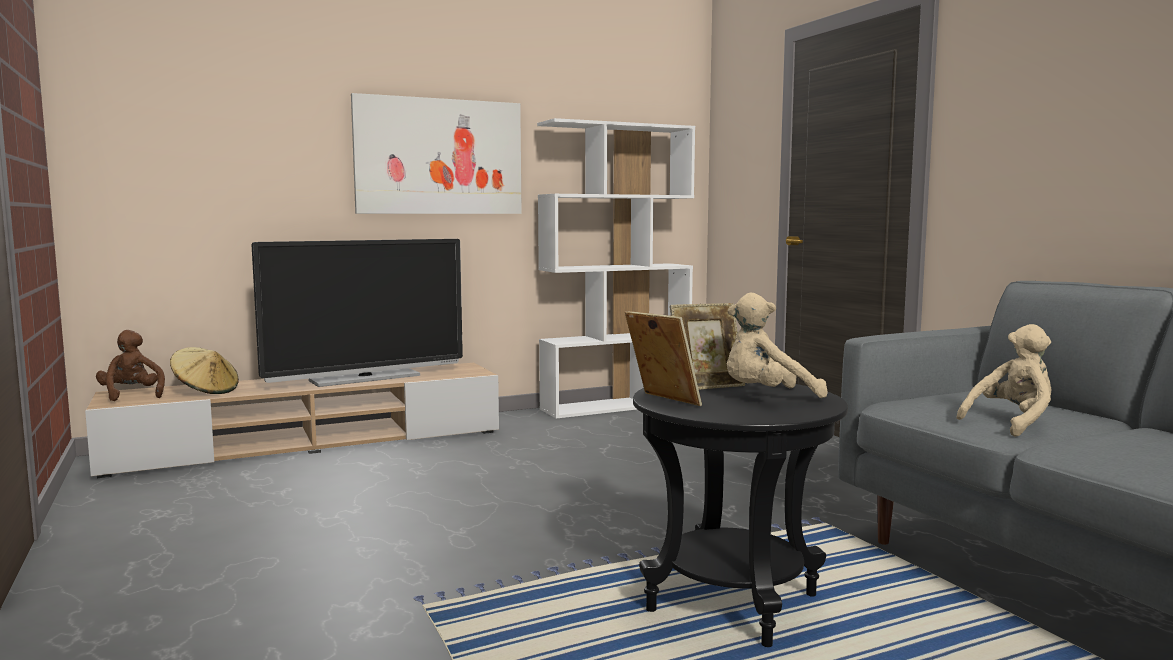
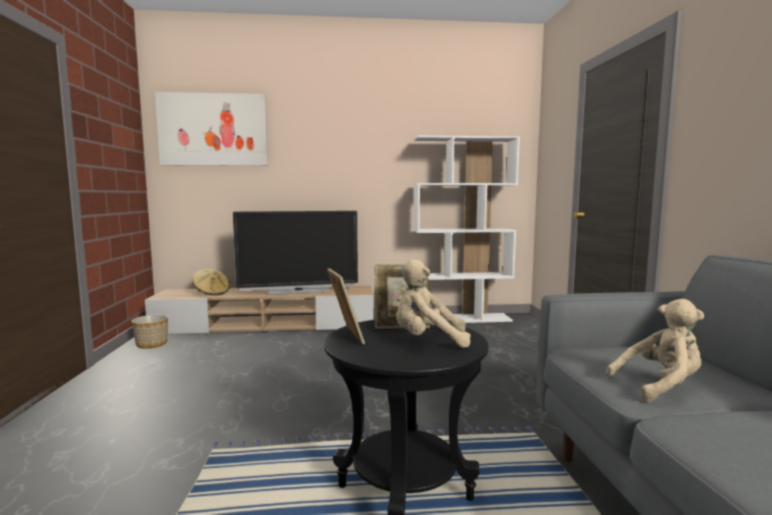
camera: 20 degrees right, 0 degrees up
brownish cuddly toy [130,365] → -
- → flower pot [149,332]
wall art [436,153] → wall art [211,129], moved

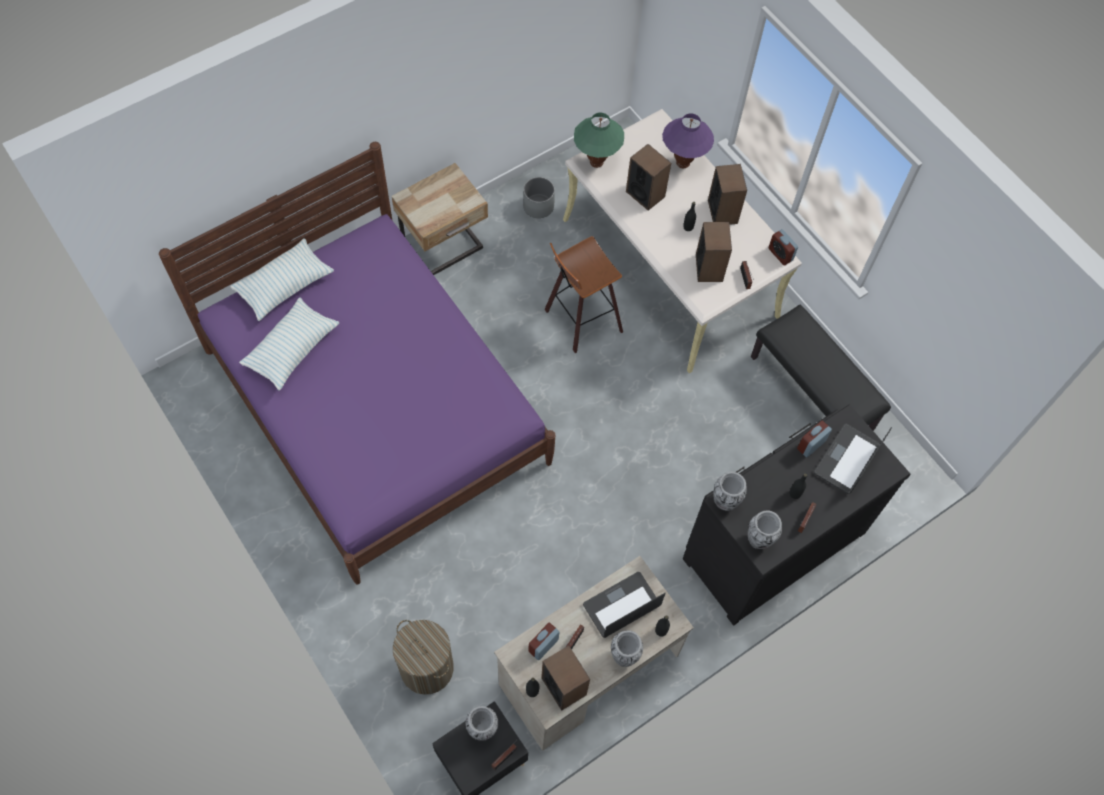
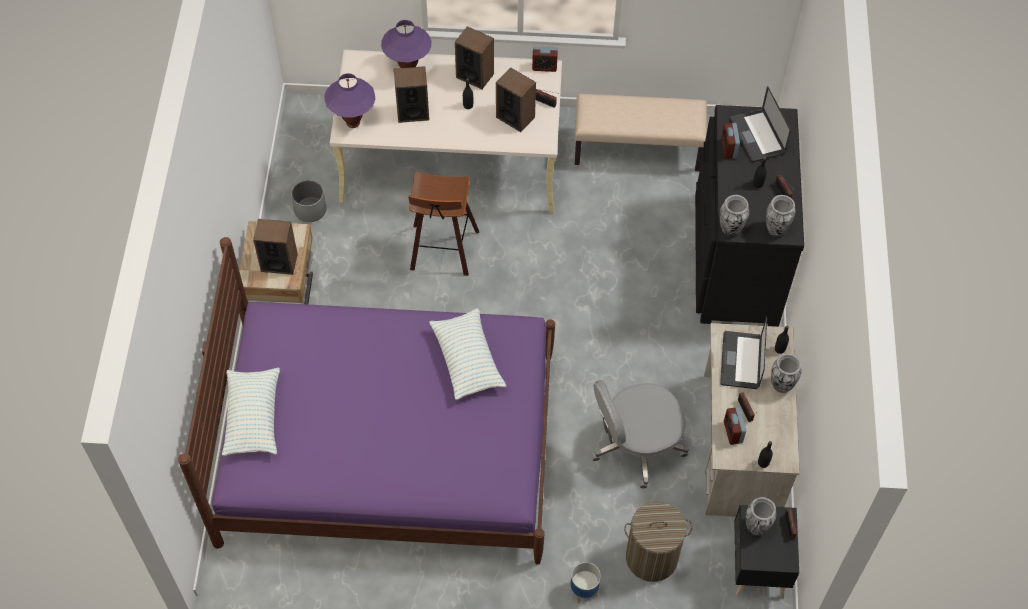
camera: 50 degrees left, 5 degrees down
- → flower pot [586,582]
- → gray computer chair [640,434]
cushion [289,344] → cushion [467,354], moved
audio speaker [565,678] → audio speaker [275,247], moved
green lamp for a table [599,140] → purple lamp for a table [350,100]
blackish indoor bench [821,368] → beige indoor bench [641,132]

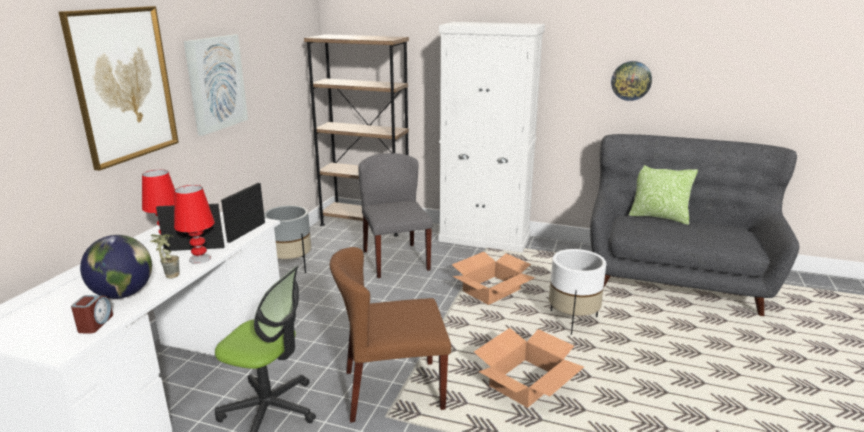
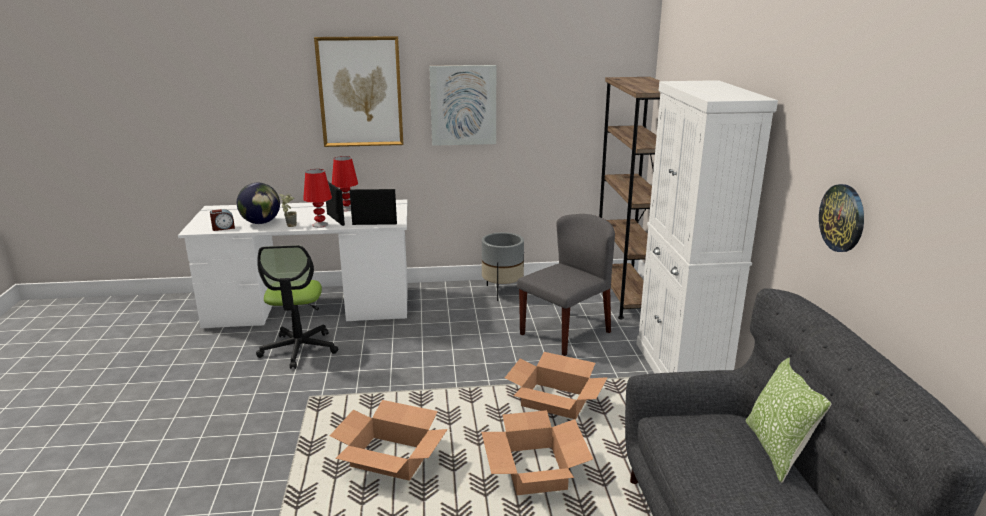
camera: 65 degrees right, 0 degrees up
brownish chair [390,335] → -
white-coloured flower pot [577,292] → packing box [537,452]

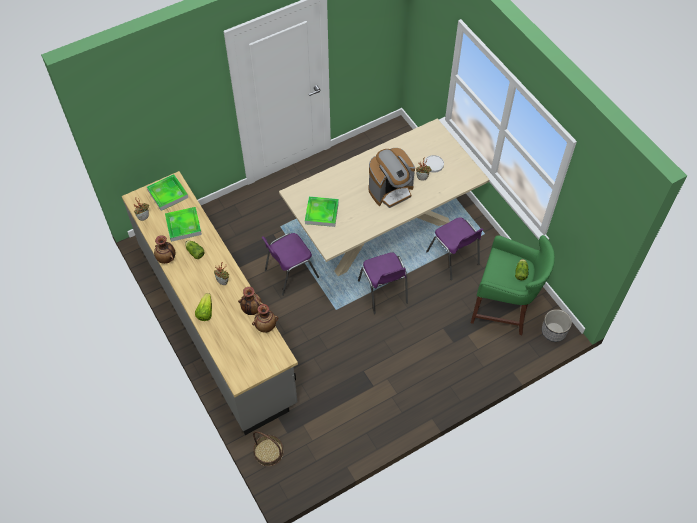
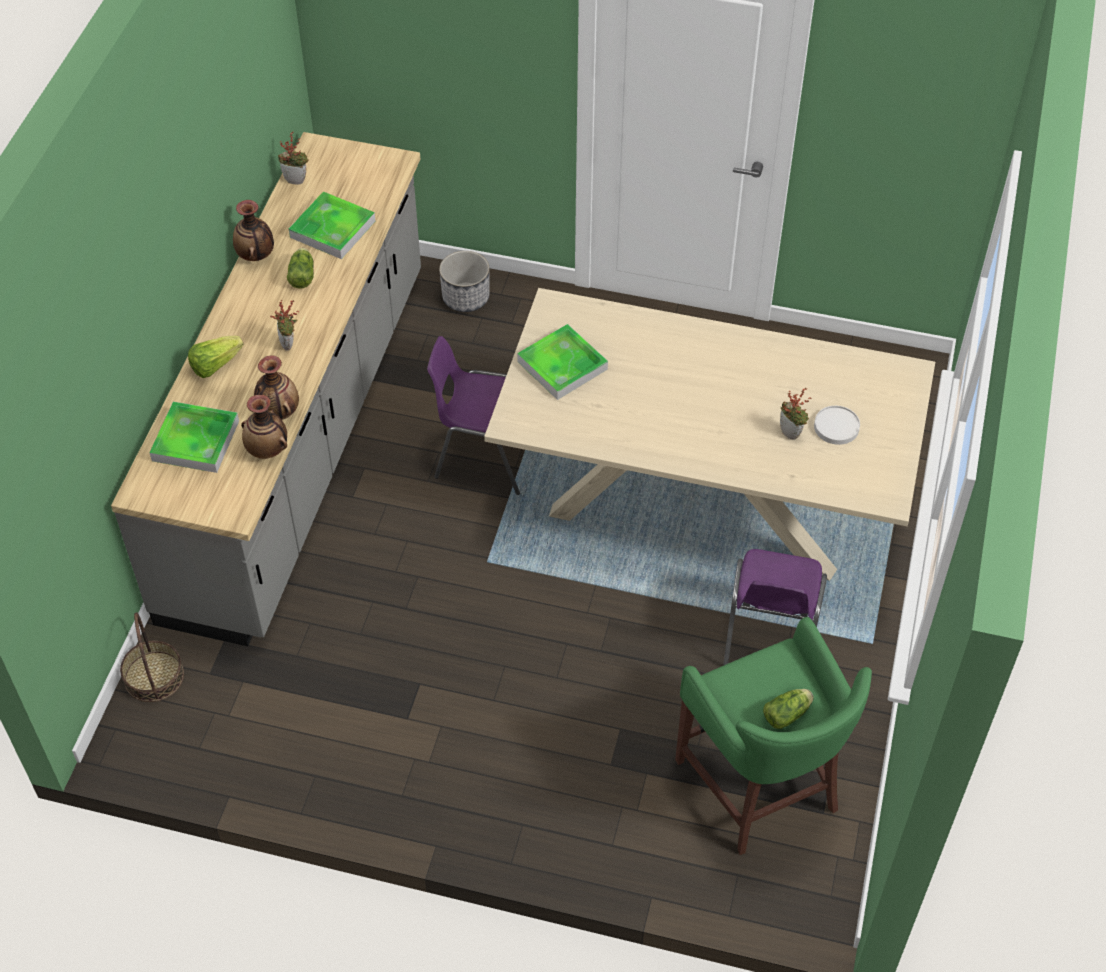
camera: 45 degrees right, 5 degrees down
purple chair [383,283] → -
coffee brewer [391,178] → -
serving tray [167,192] → serving tray [194,437], moved
flower pot [557,325] → flower pot [464,281], moved

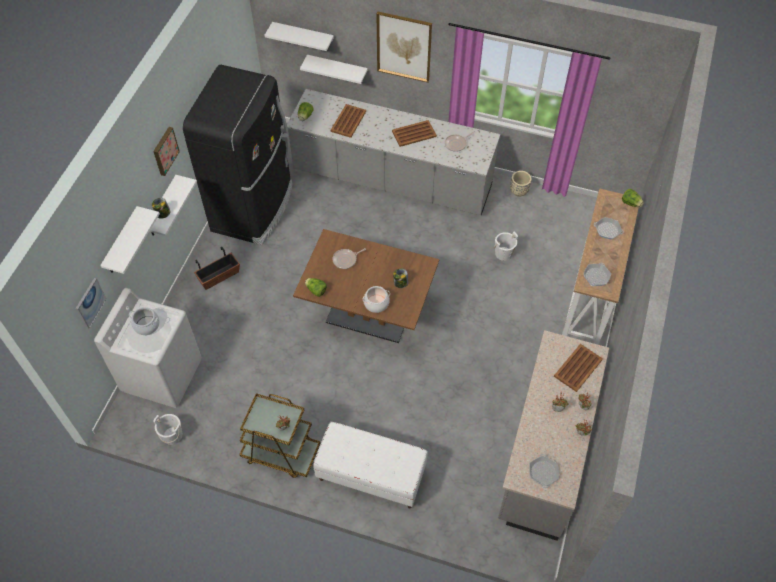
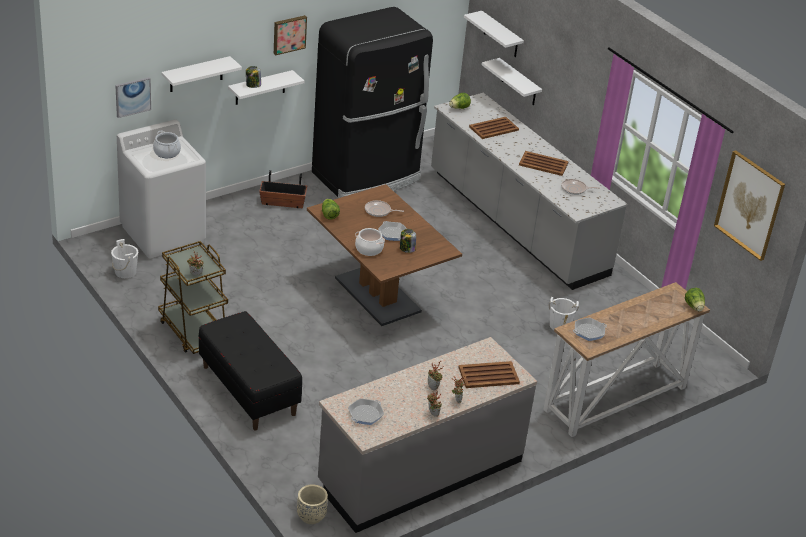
camera: 35 degrees right, 20 degrees down
wall art [404,47] → wall art [749,205], moved
beige flower pot [520,184] → beige flower pot [312,504], moved
pan [609,228] → pan [392,231], moved
white-coloured indoor bench [370,465] → blackish indoor bench [250,370]

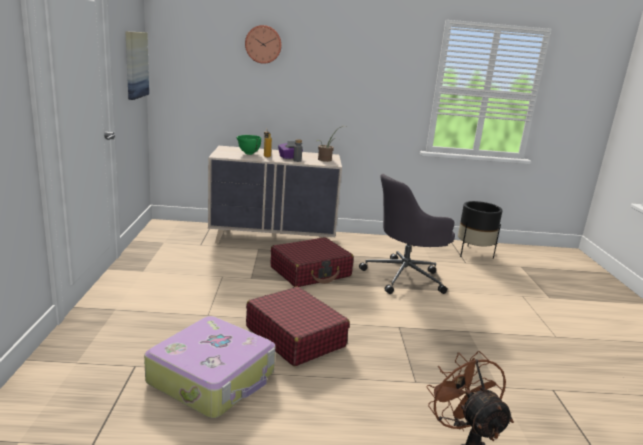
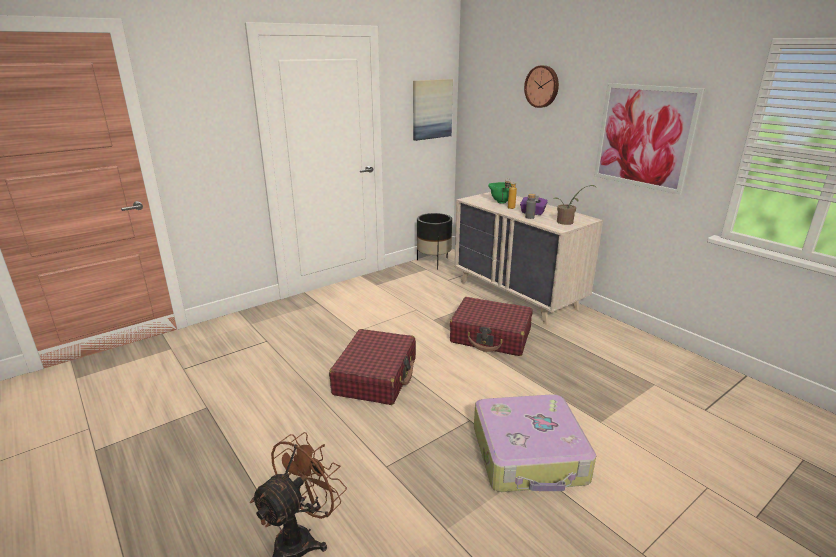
camera: 55 degrees right, 5 degrees up
gray computer chair [407,234] → -
- → wall art [649,139]
piece of luggage [210,367] → piece of luggage [535,443], moved
blackish flower pot [480,230] → blackish flower pot [434,241], moved

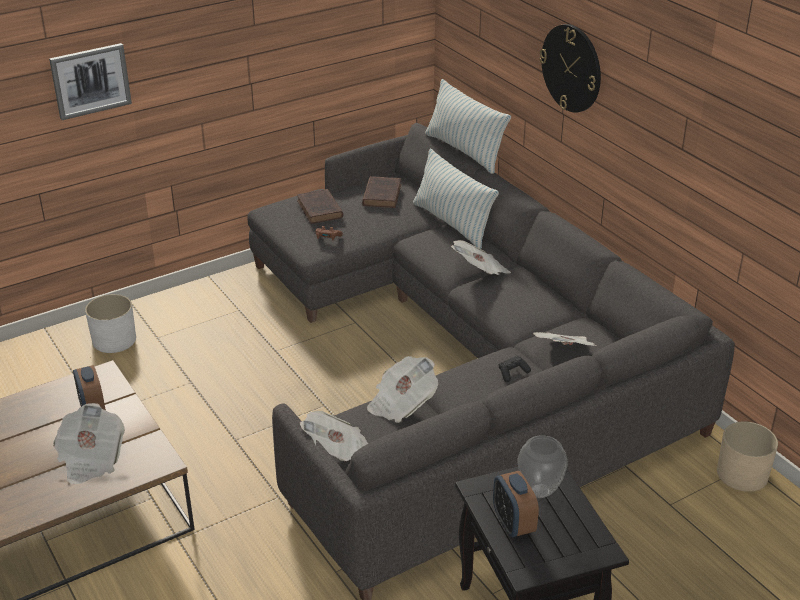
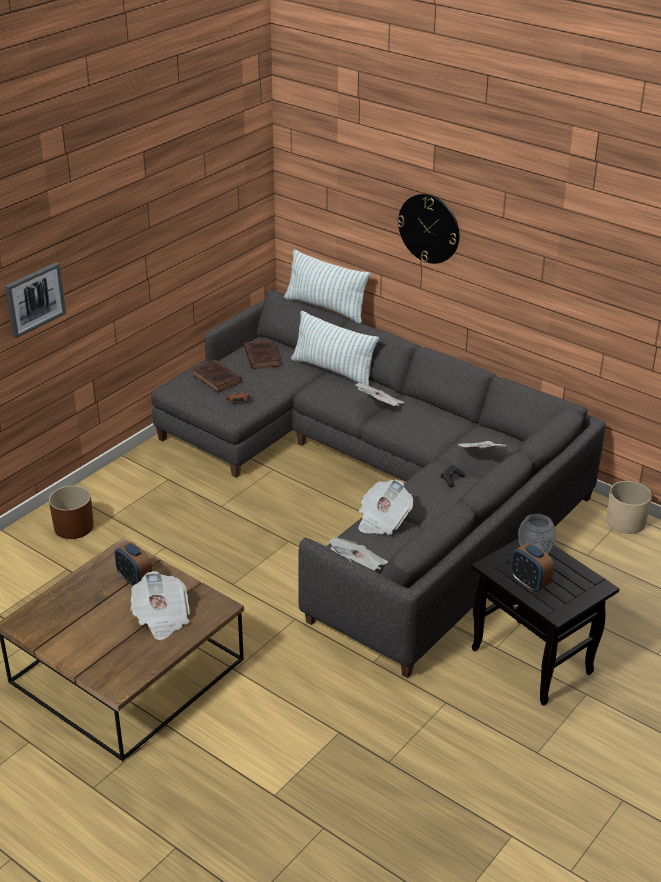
camera: 20 degrees left, 0 degrees up
white-coloured flower pot [110,323] → brownish flower pot [71,512]

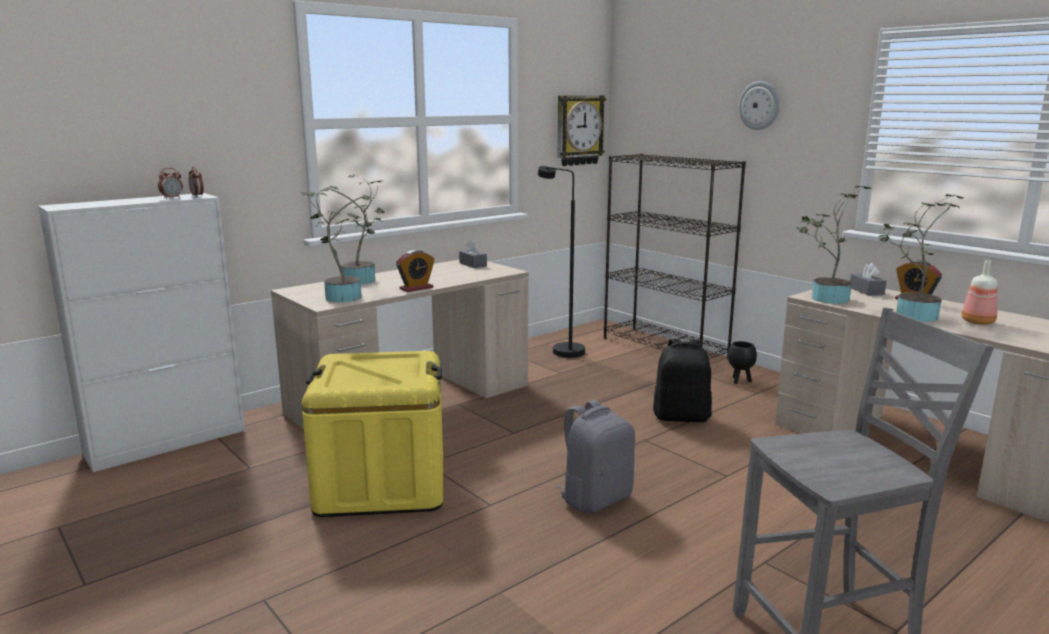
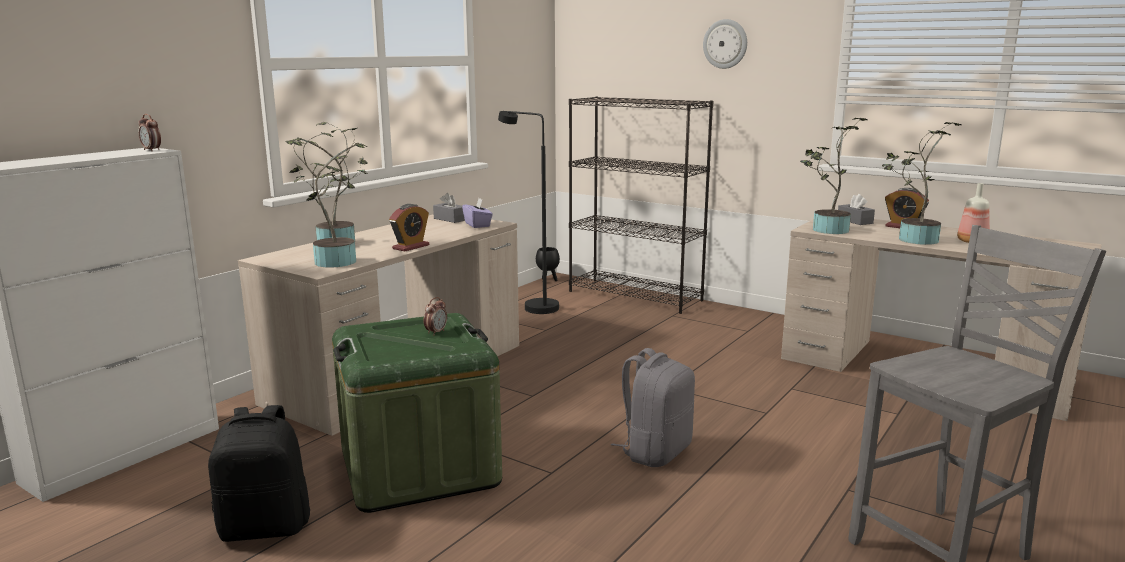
camera: 15 degrees left, 0 degrees up
clock on the wall [581,131] → -
- → purple tissue box [477,213]
alarm clock [170,183] → alarm clock [435,316], moved
blackish knapsack [682,380] → blackish knapsack [259,473], moved
blackish flower pot [742,362] → blackish flower pot [548,264], moved
yellow-coloured storage box [372,434] → green storage box [417,413]

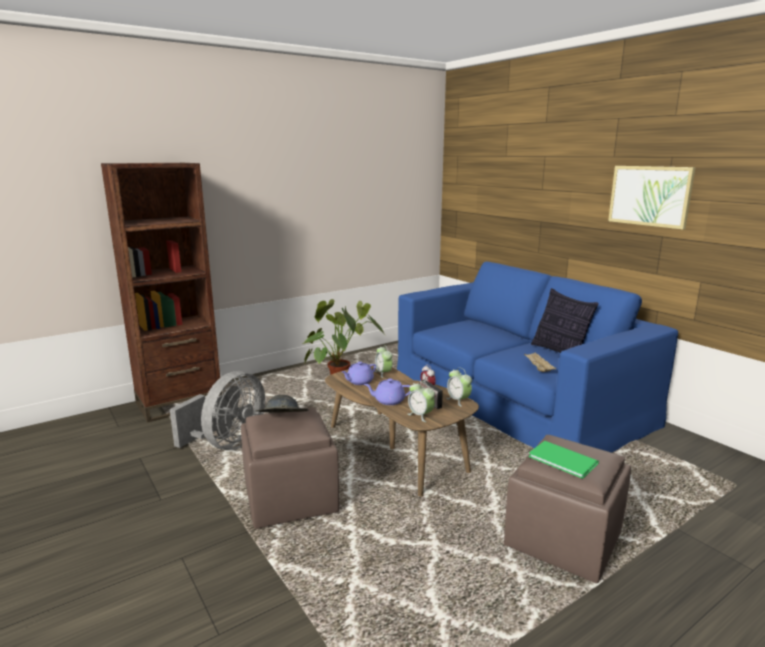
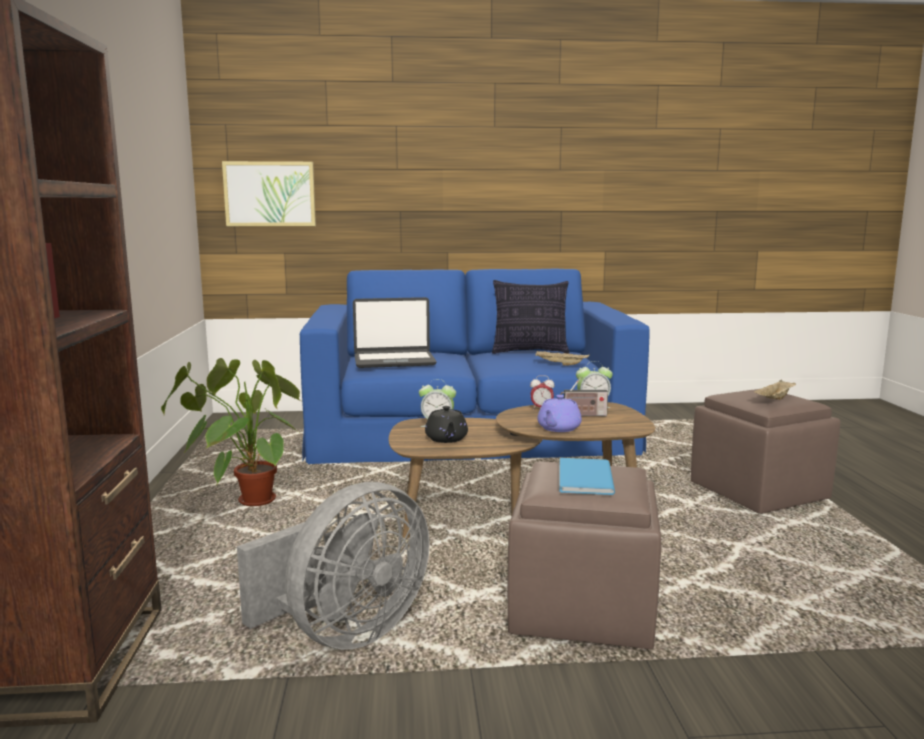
camera: 60 degrees left, 5 degrees down
alarm clock [421,401] → -
- → laptop [395,332]
wall art [652,198] → wall art [269,193], moved
gray hat [282,404] → bluish volume [587,476]
green volume [564,459] → beige serving tray [775,390]
purple teapot [359,373] → blackish teapot [446,424]
gray fan [217,410] → gray fan [333,566], 75 degrees clockwise

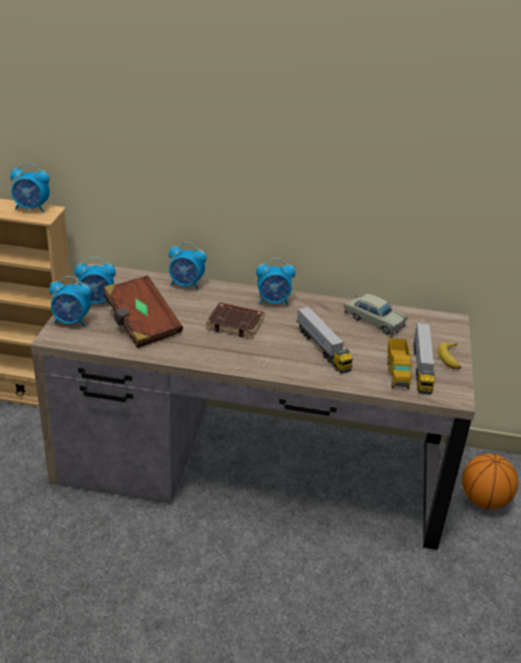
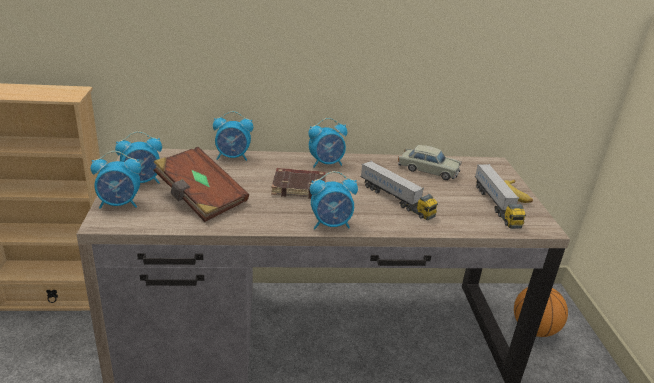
camera: 15 degrees left, 5 degrees down
toy truck [399,363] → -
alarm clock [30,188] → alarm clock [334,200], moved

